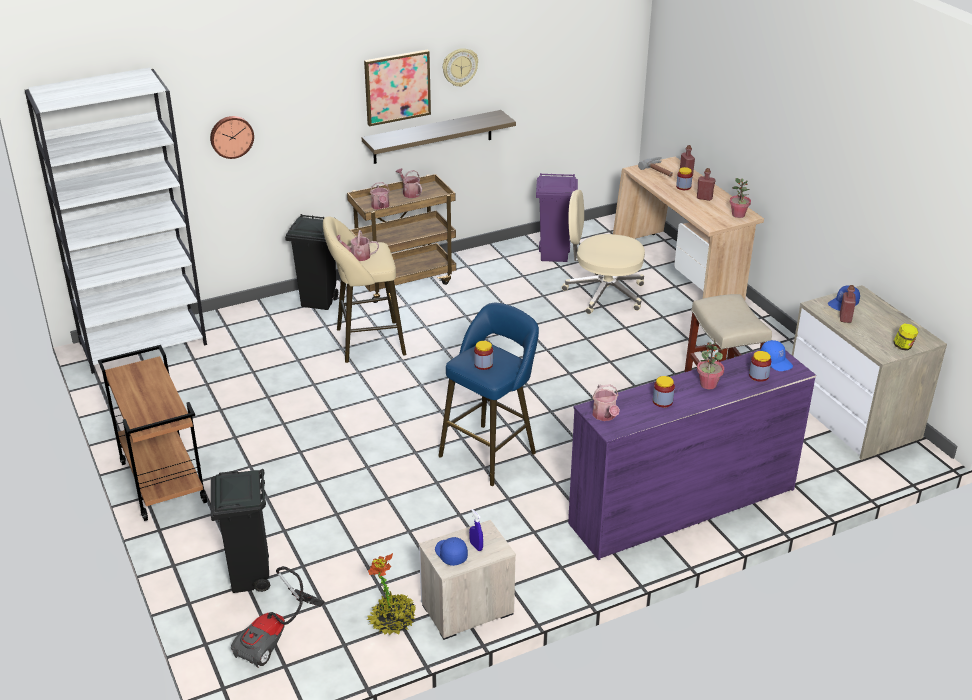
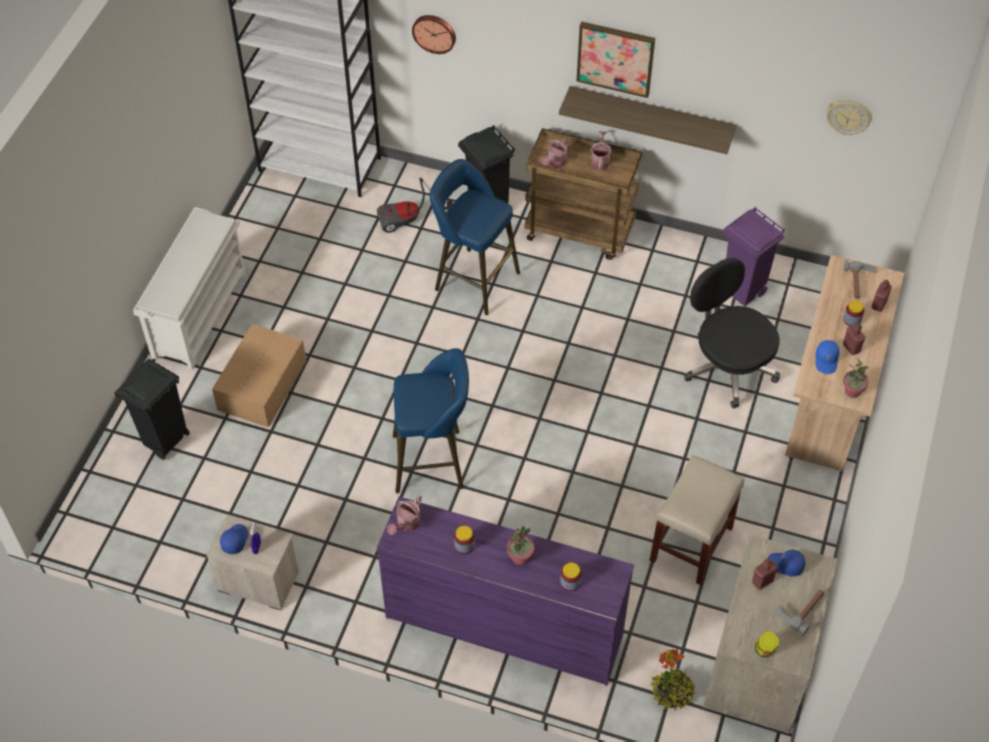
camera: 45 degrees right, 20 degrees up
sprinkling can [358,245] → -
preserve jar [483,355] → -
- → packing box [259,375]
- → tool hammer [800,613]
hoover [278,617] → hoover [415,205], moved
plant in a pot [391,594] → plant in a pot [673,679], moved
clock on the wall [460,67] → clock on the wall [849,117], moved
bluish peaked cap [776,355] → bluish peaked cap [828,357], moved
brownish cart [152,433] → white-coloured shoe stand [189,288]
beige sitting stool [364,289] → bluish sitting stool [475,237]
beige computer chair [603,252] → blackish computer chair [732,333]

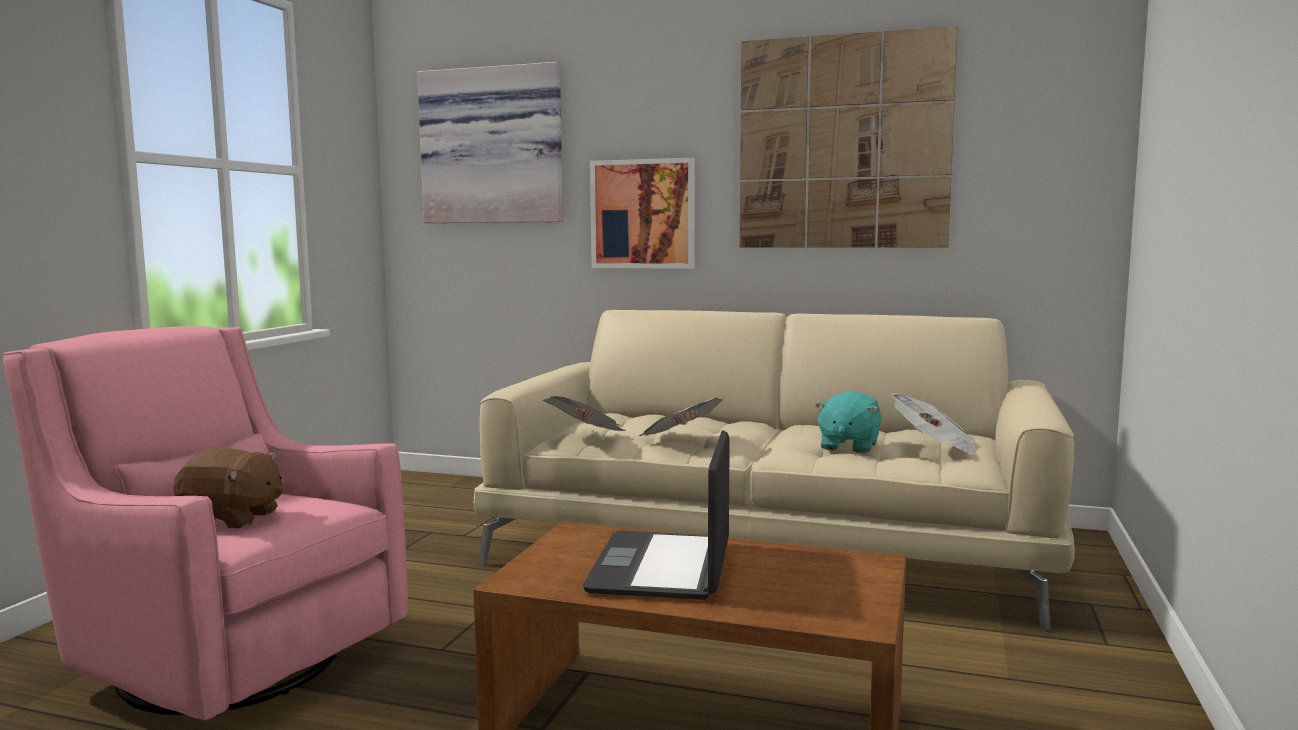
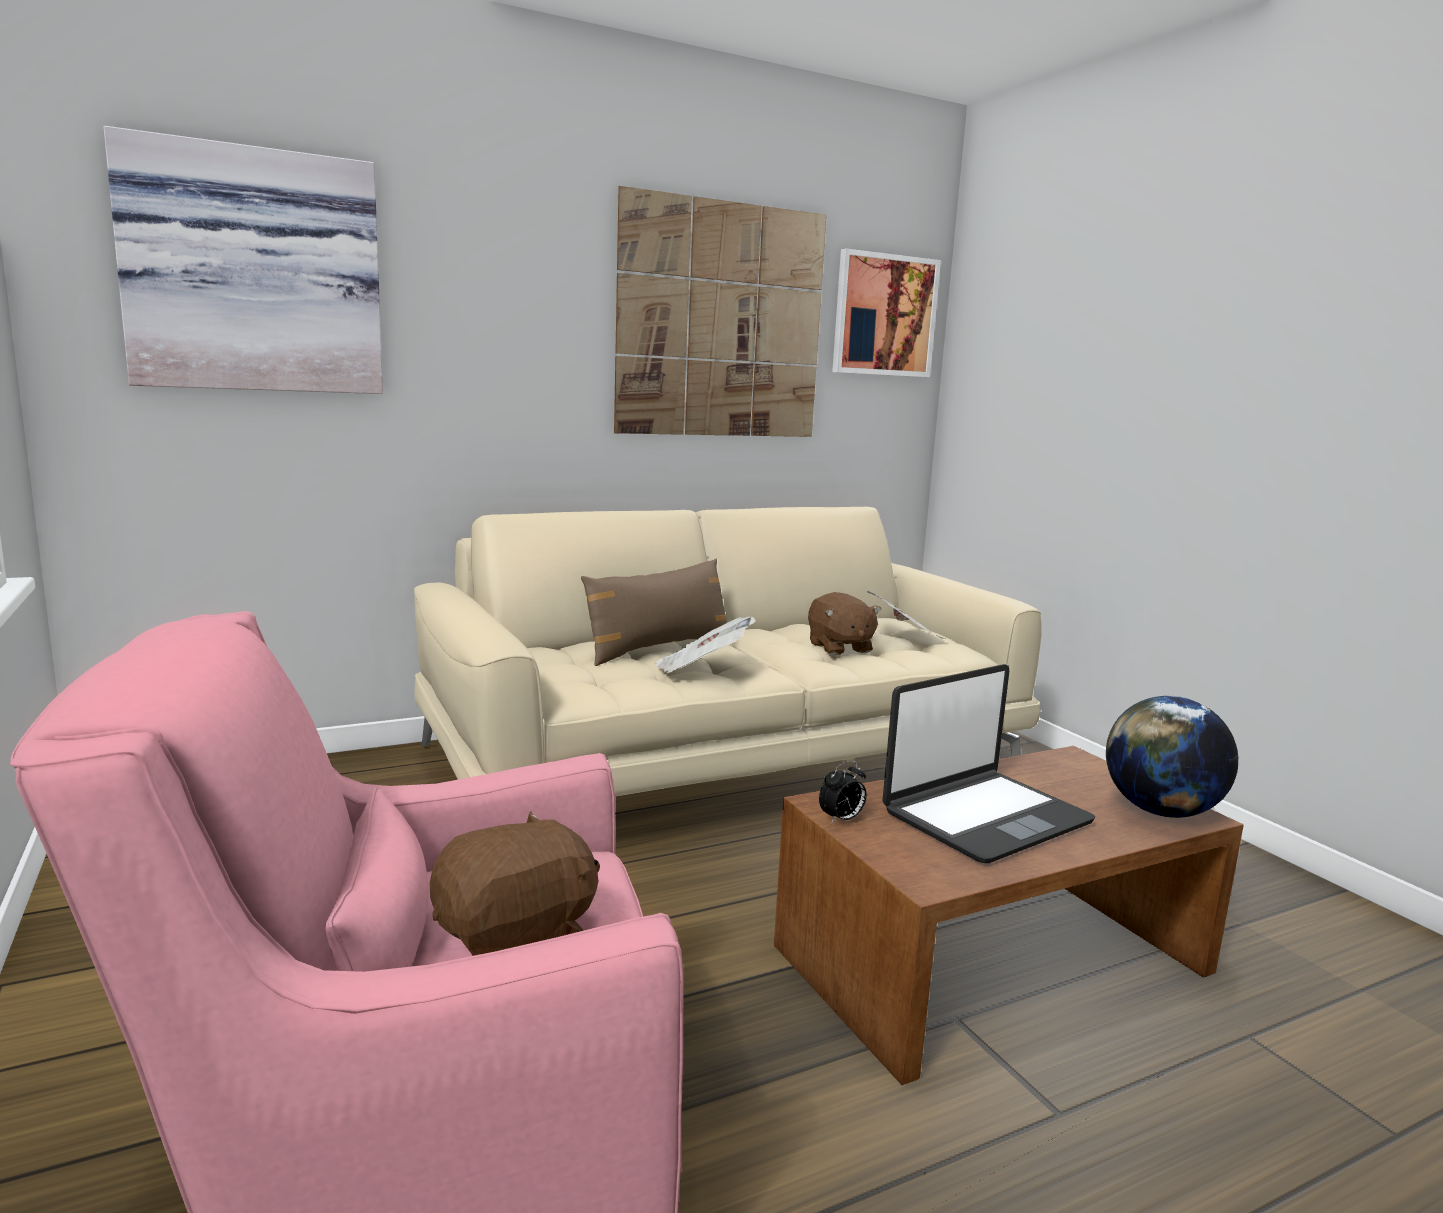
camera: 45 degrees left, 5 degrees up
printed paper [585,413] → -
- → brownish cushion [654,612]
- → alarm clock [842,792]
- → globe [1172,757]
wall art [642,213] → wall art [886,313], moved
turquoise cuddly toy [848,422] → brownish cuddly toy [844,623]
laptop [656,515] → laptop [988,763], 90 degrees counterclockwise

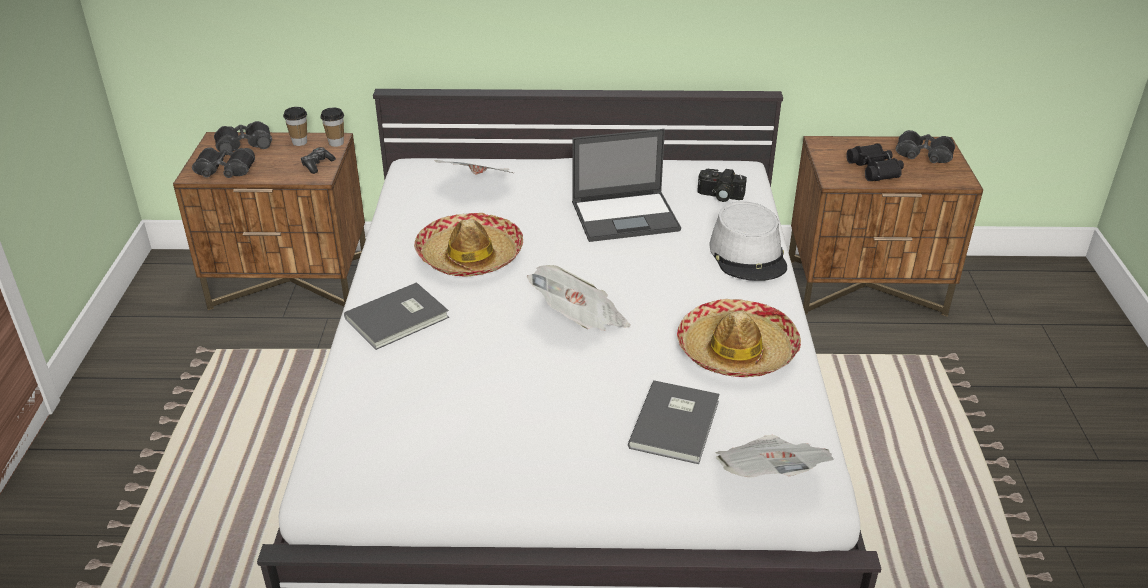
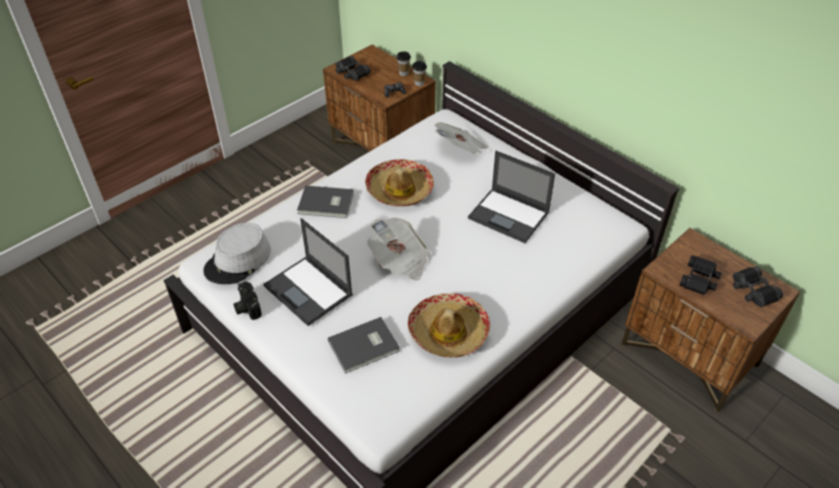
camera: 45 degrees right, 10 degrees up
blackish field glasses [243,138] → -
printed paper [774,456] → -
- → laptop [308,272]
photo camera [722,185] → photo camera [247,300], moved
gray hat [748,241] → gray hat [237,253], moved

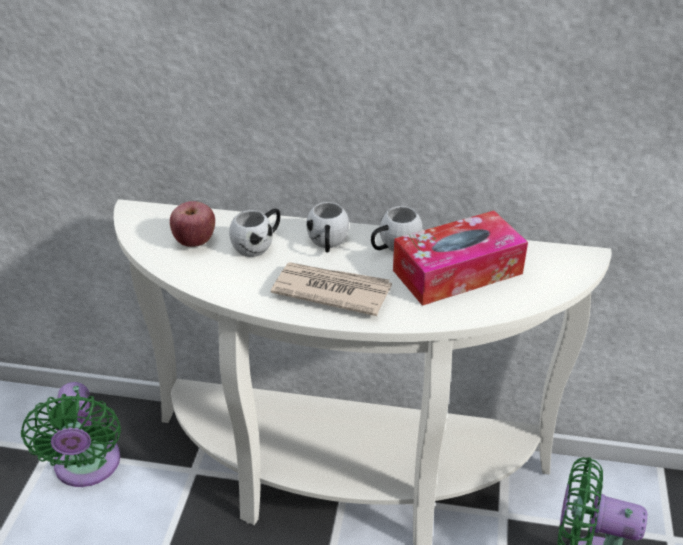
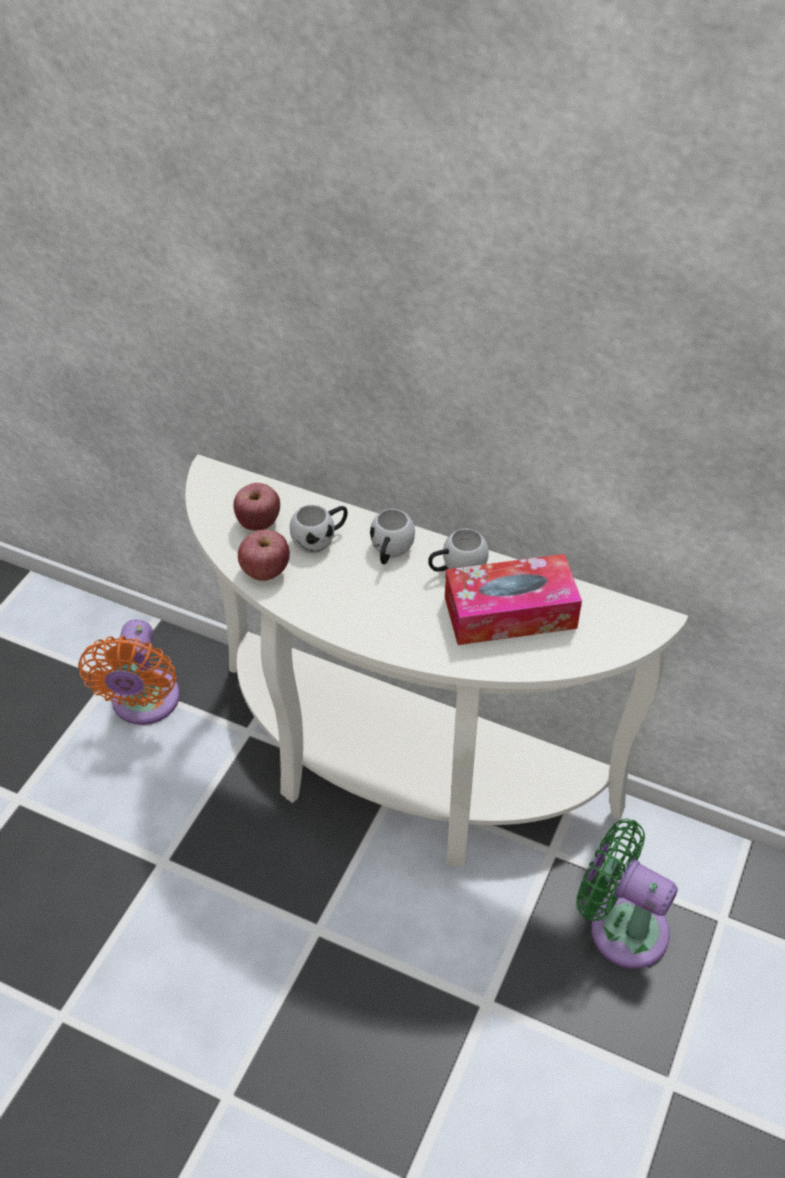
camera: 15 degrees right, 10 degrees up
printed paper [331,289] → -
- → whole apple [264,555]
green fan [71,434] → orangey fan [129,672]

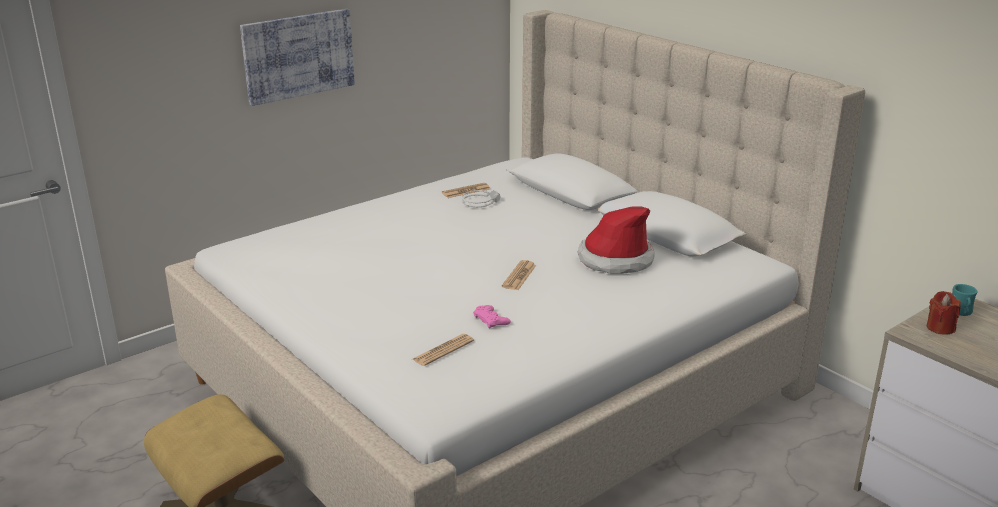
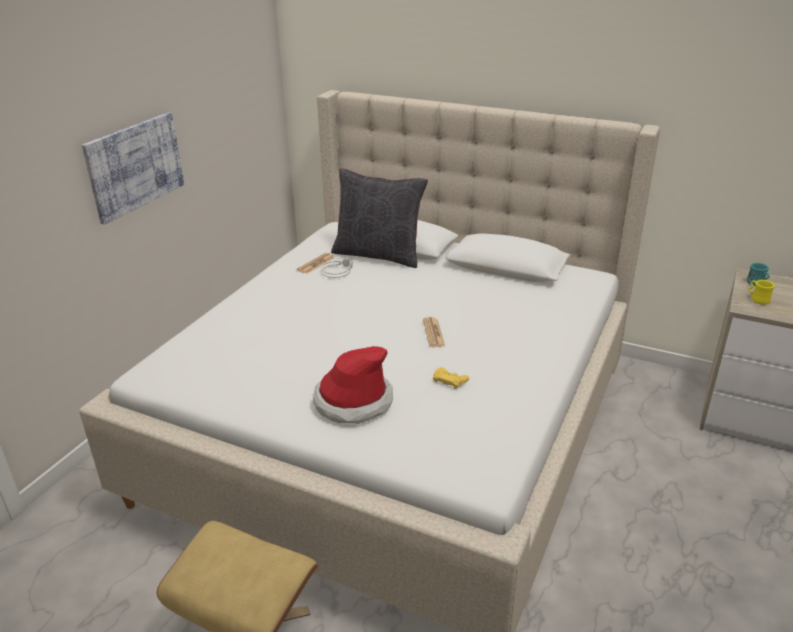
camera: 25 degrees left, 5 degrees up
printed paper [443,350] → -
- → blackish cushion [379,218]
hat [616,240] → hat [353,385], moved
red candle [944,313] → yellow-coloured mug [762,292]
pink-coloured gamepad [492,317] → yellow-coloured gamepad [451,378]

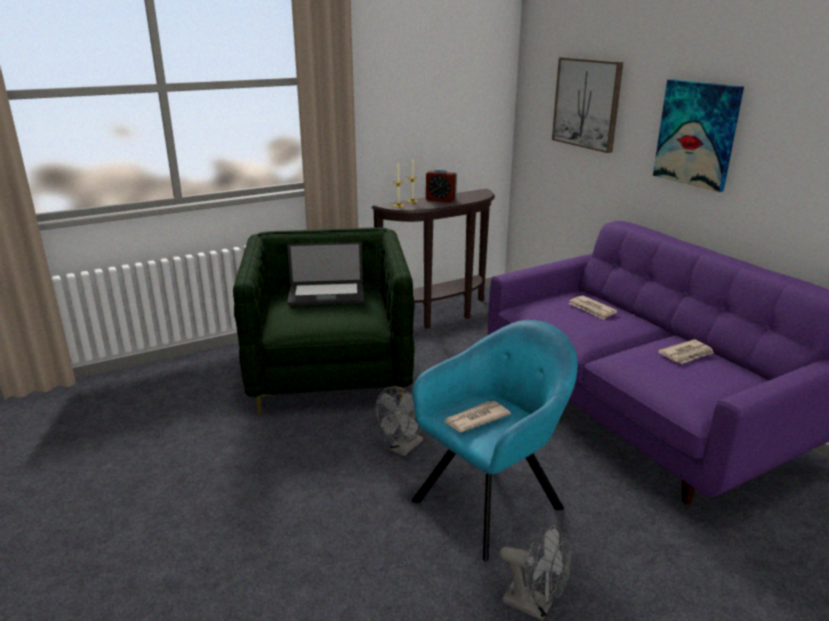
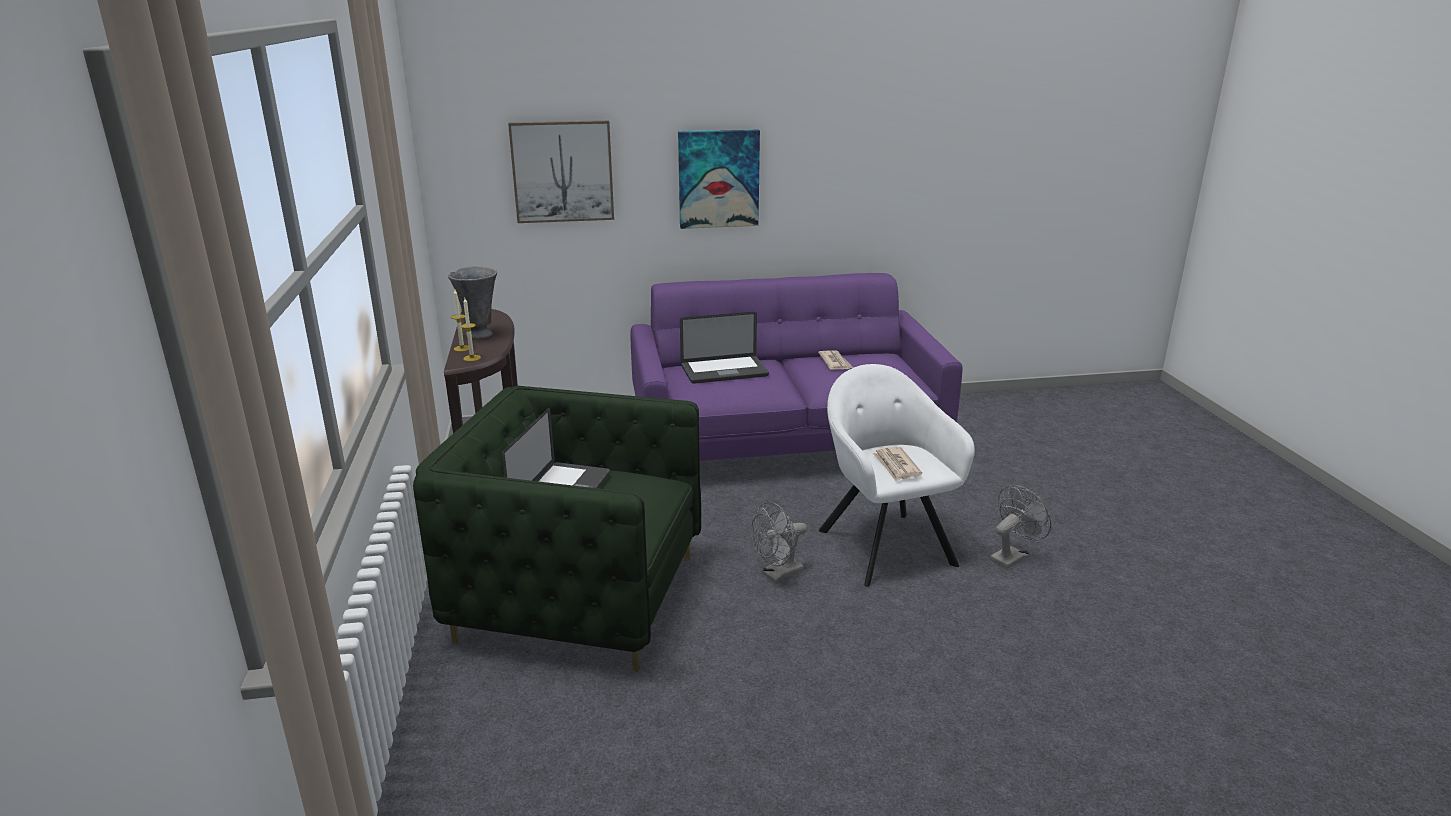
camera: 70 degrees left, 0 degrees up
alarm clock [441,186] → gray decorative vase [472,302]
printed paper [592,307] → laptop [724,348]
turquoise easy chair [494,441] → white-coloured easy chair [897,475]
gray fan [399,421] → gray fan [779,542], 90 degrees clockwise

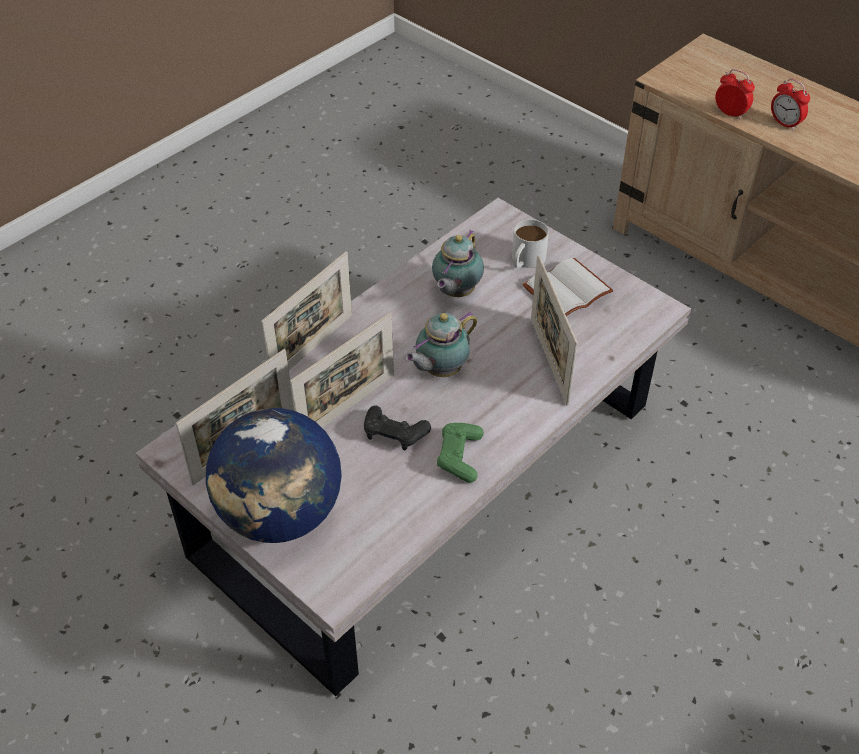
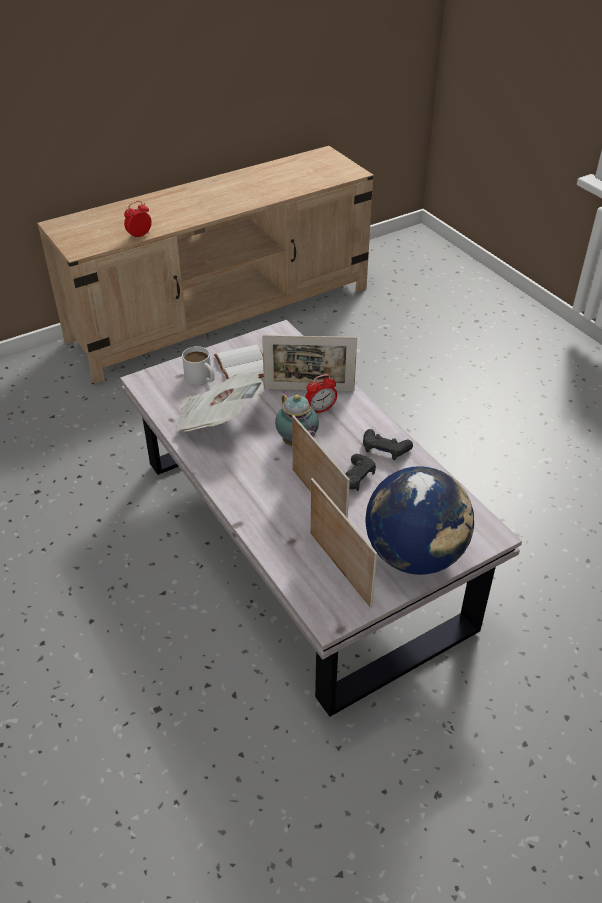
camera: 75 degrees left, 5 degrees down
photo frame [306,310] → -
alarm clock [790,105] → alarm clock [321,393], moved
teapot [458,263] → printed paper [219,401]
green gamepad [460,453] → blackish gamepad [388,444]

